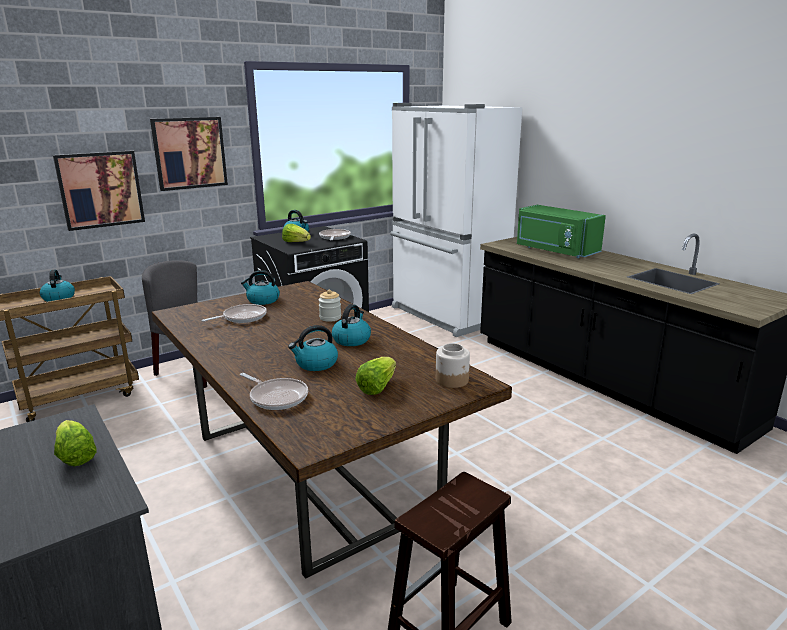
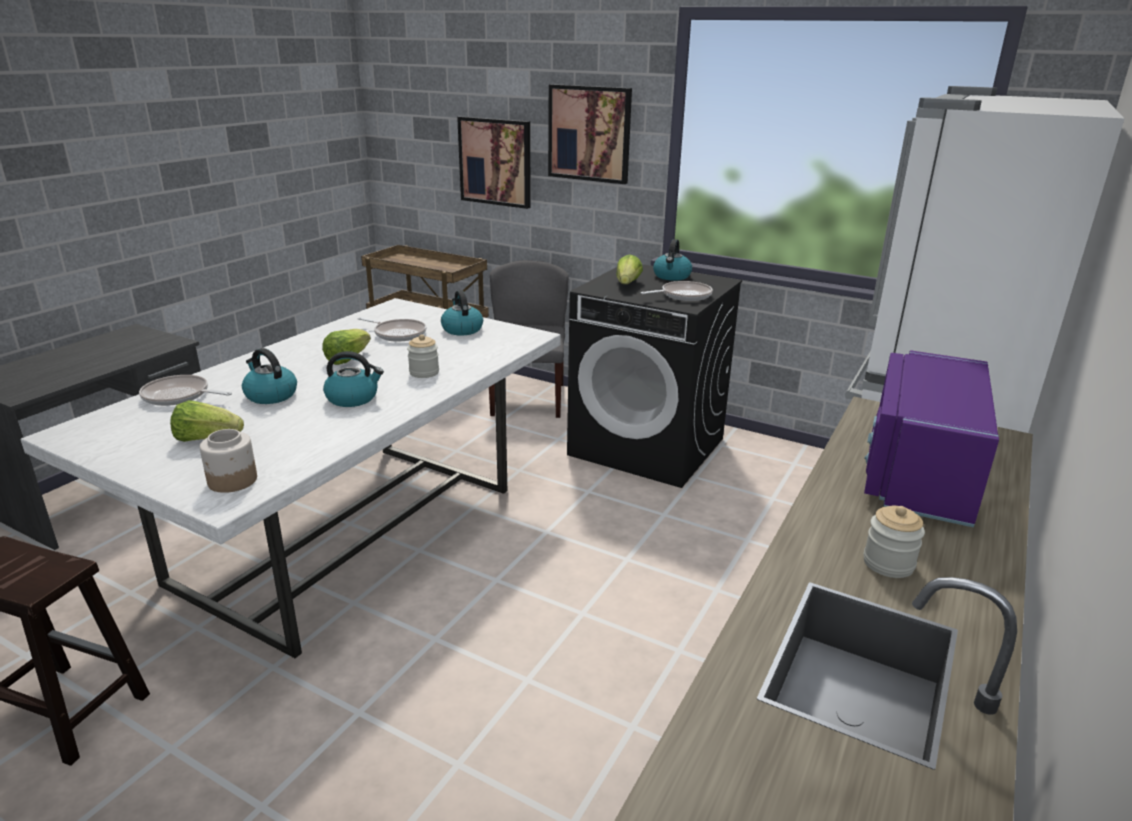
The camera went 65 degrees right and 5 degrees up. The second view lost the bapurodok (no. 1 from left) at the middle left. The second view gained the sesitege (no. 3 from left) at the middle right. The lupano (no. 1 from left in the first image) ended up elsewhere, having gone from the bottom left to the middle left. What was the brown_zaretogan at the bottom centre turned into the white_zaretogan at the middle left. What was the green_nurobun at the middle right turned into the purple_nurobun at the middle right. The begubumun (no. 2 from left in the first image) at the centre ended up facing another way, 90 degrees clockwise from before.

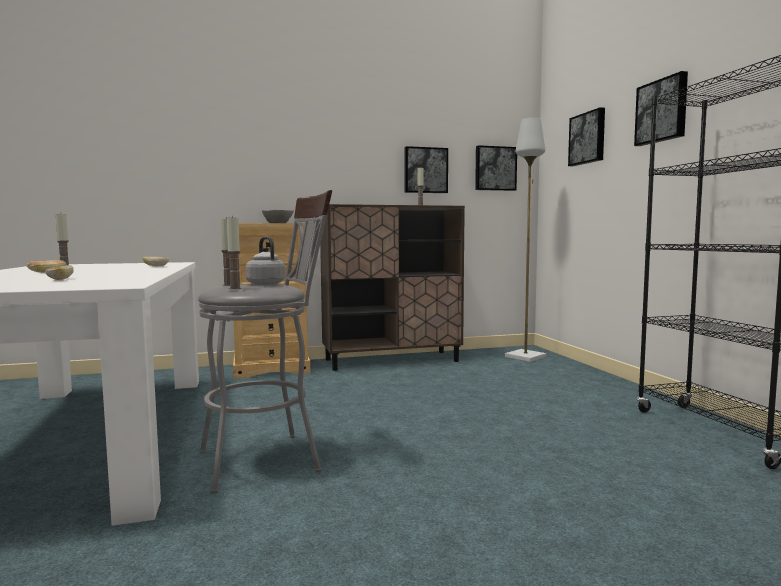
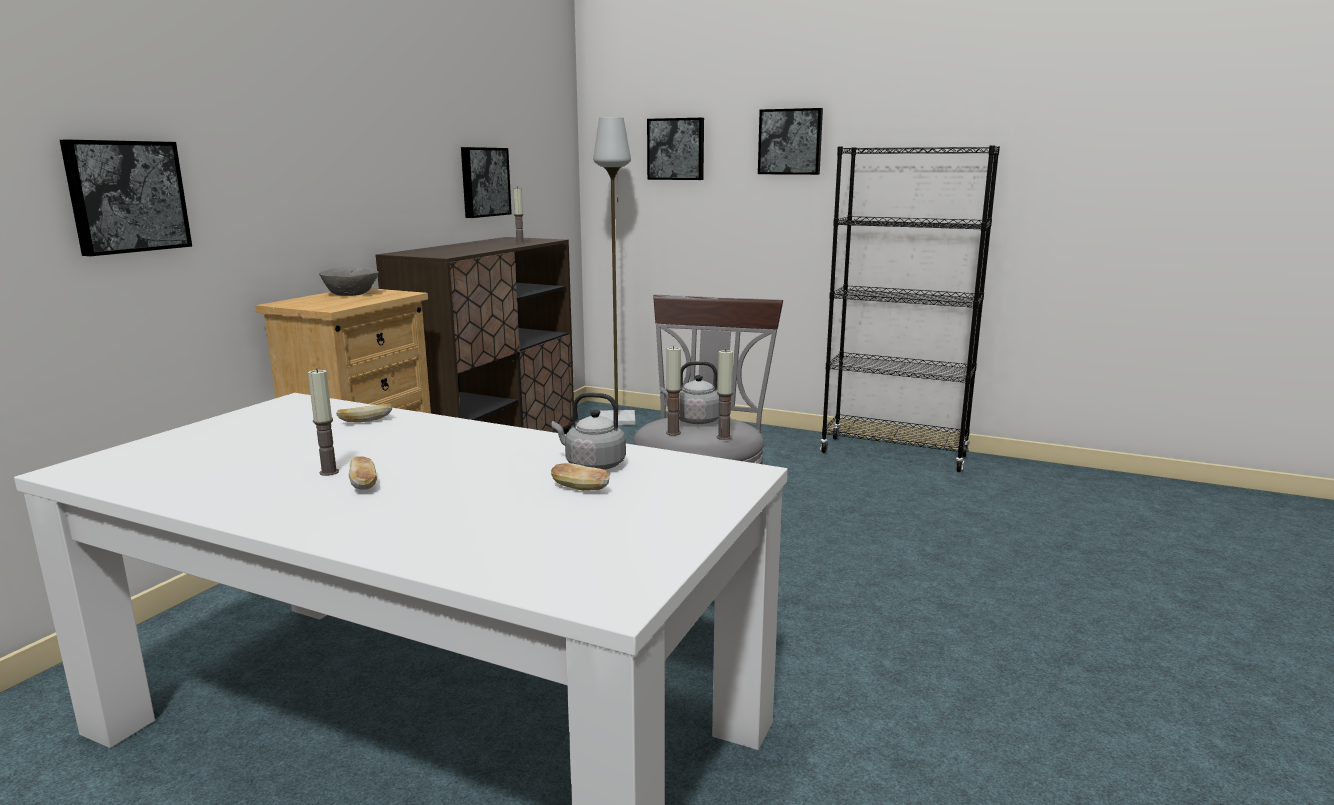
The camera went 50 degrees left and 10 degrees up. The second view gained the grey_bapurodok (no. 1 from left) at the centre. The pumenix (no. 2 from left in the first image) ended up elsewhere, having gone from the top centre to the top left.

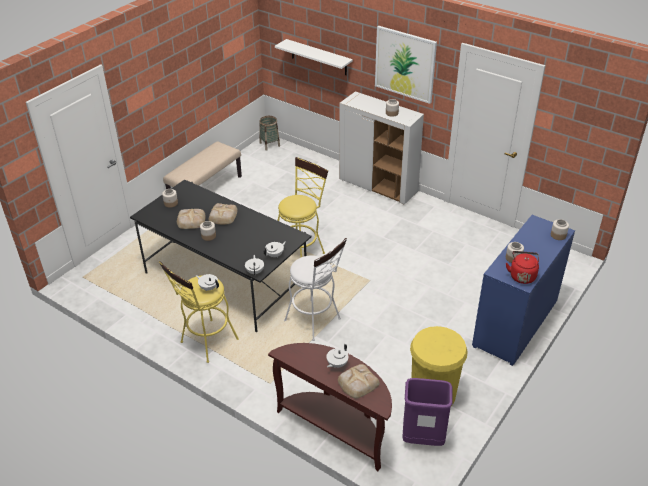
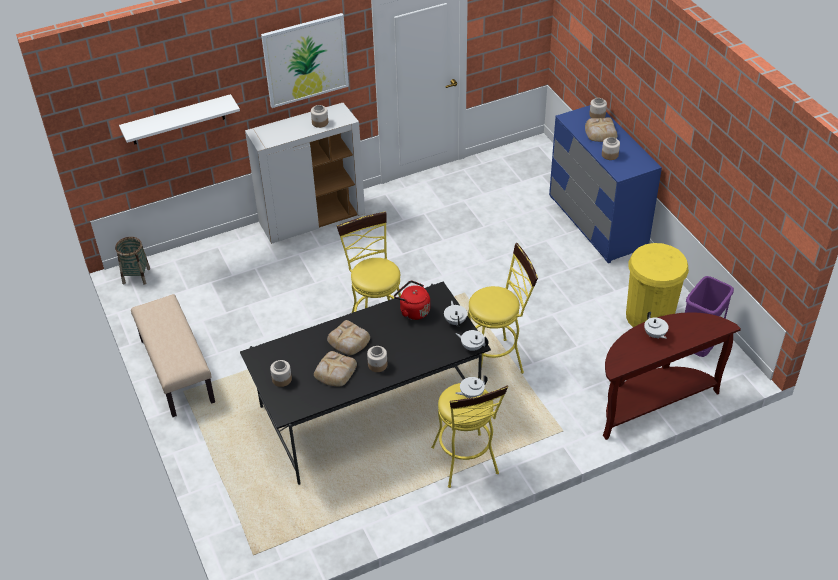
The camera went 60 degrees left and 5 degrees up. The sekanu (no. 3 from left) ended up elsewhere, having gone from the bottom centre to the top right. The red_bapurodok ended up elsewhere, having gone from the middle right to the centre. What was the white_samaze at the centre turned into the yellow_samaze (no. 3 from left) at the centre.

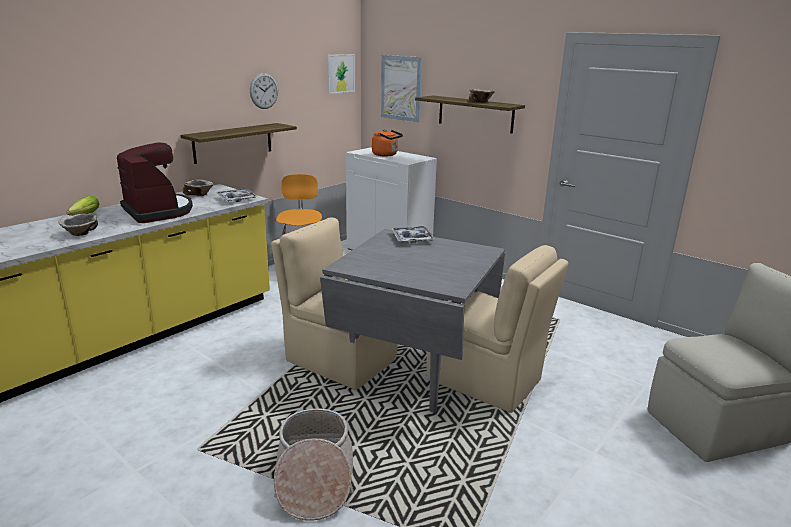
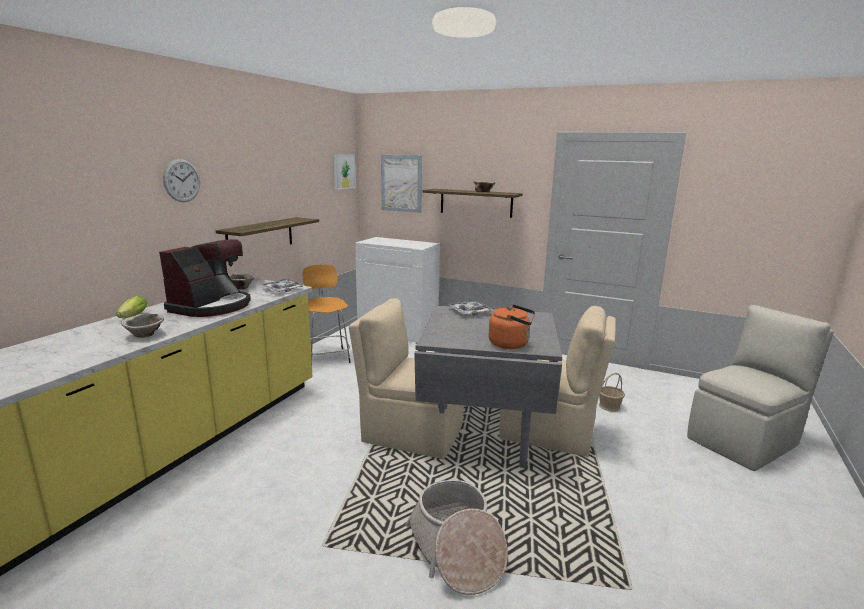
The camera went 15 degrees left and 5 degrees down. The second view gained the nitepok (no. 2 from left) at the middle right. The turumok ended up elsewhere, having gone from the top centre to the top left. The orange_bapurodok ended up elsewhere, having gone from the top centre to the centre. The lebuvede at the middle left ended up facing another way, 75 degrees clockwise from before.

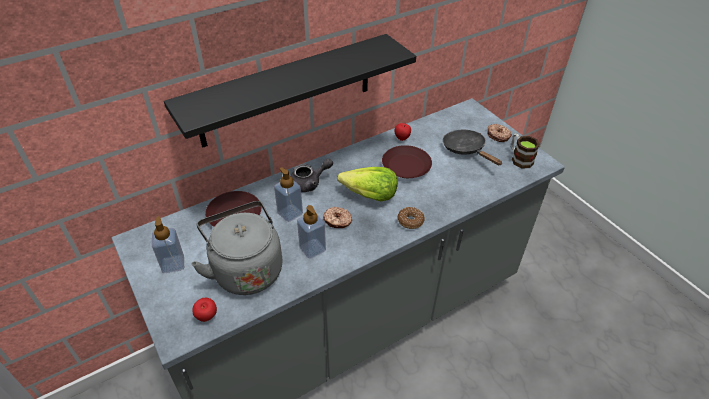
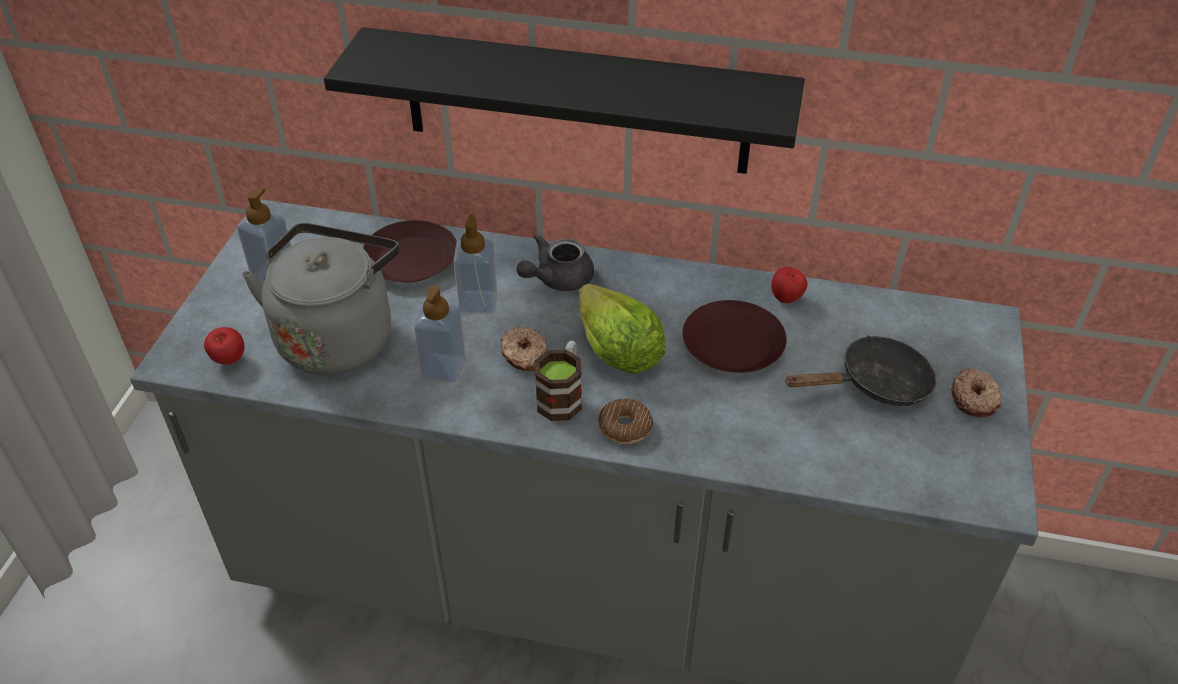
The camera went 45 degrees right and 0 degrees up. The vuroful ended up elsewhere, having gone from the middle right to the centre. The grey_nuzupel at the centre ended up facing another way, 120 degrees clockwise from before. The black_begubumun at the centre ended up facing another way, 60 degrees clockwise from before.

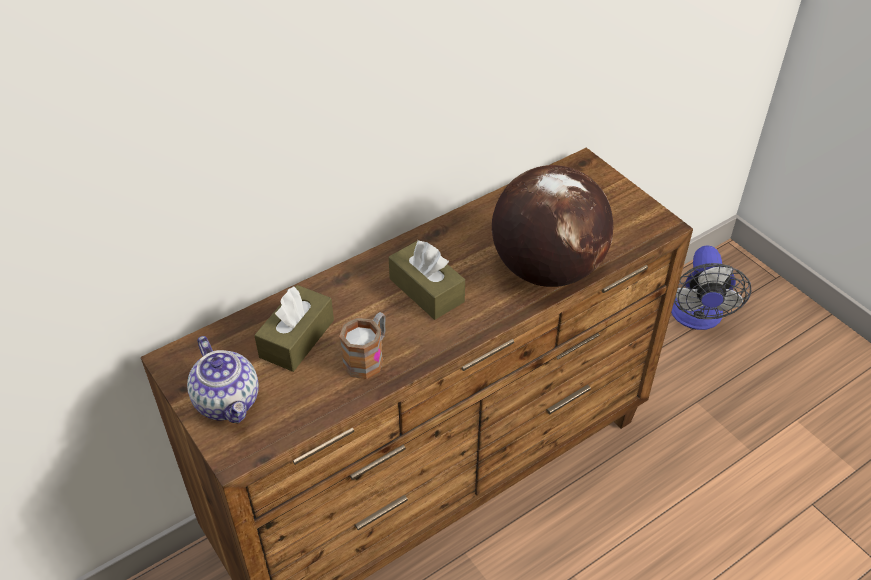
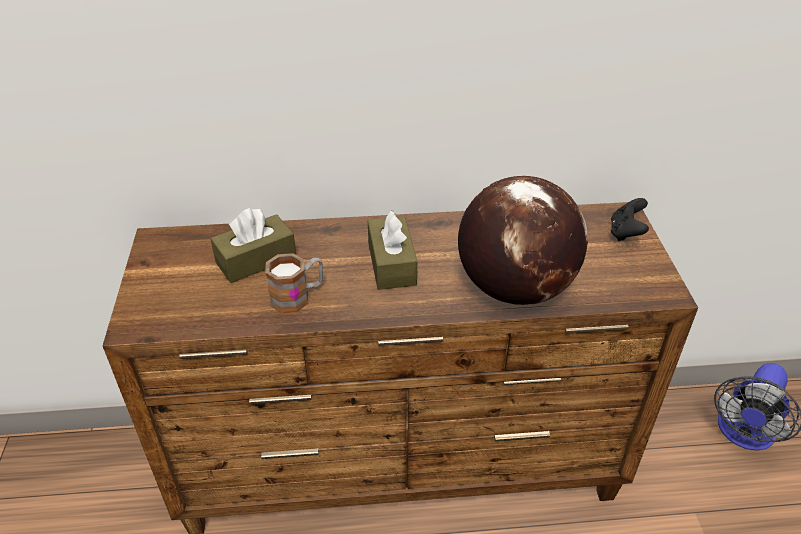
The camera went 30 degrees right and 5 degrees down. The second view lost the nuzupel at the middle left. The second view gained the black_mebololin at the middle right.

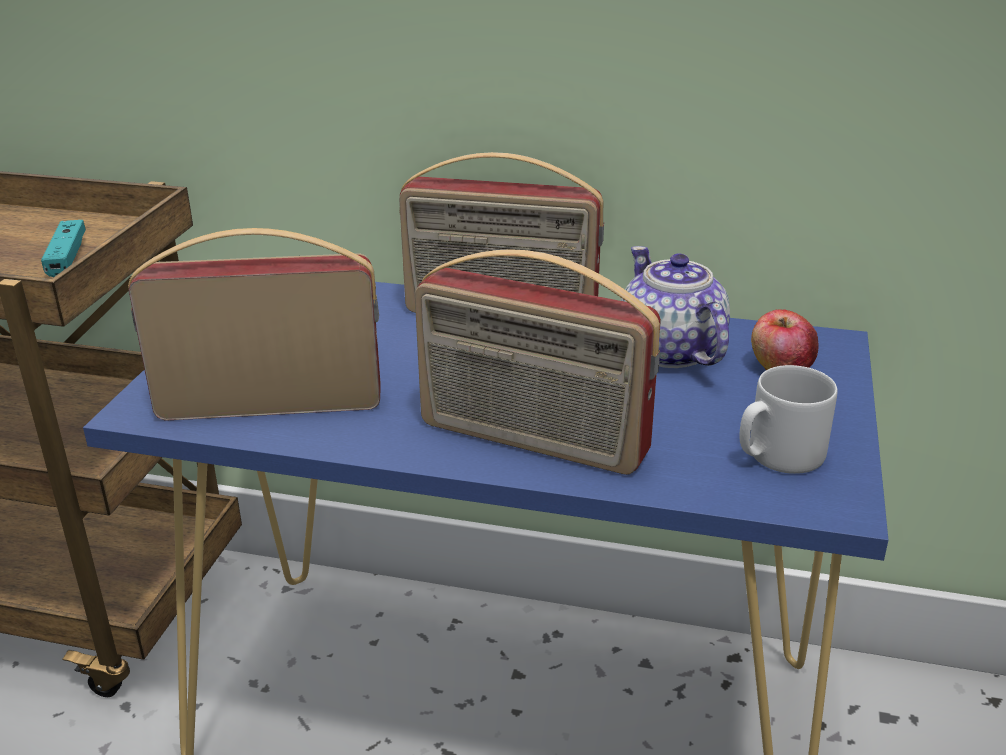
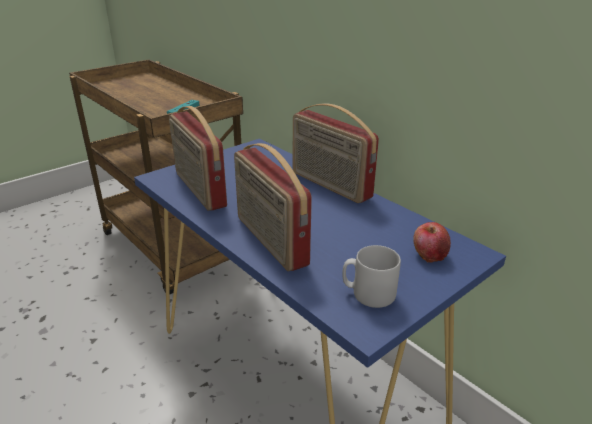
The camera went 35 degrees right and 0 degrees up. The second view lost the nuzupel at the middle right. The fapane (no. 1 from left) at the middle left ended up facing another way, 150 degrees counterclockwise from before.

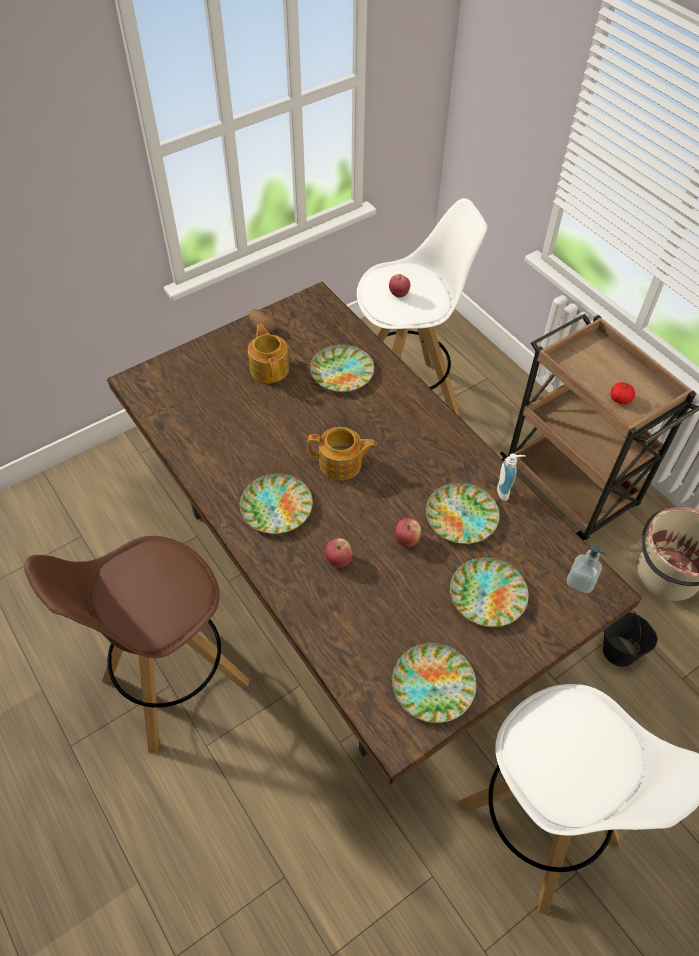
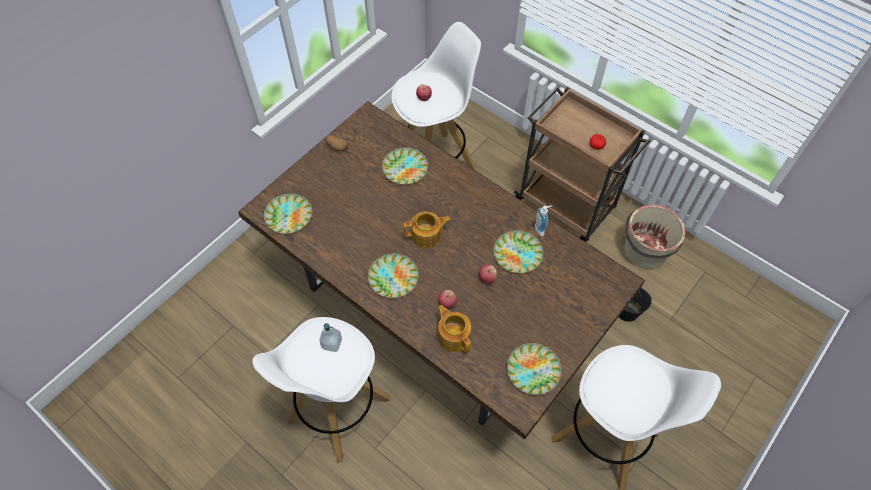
The camera went 15 degrees left and 5 degrees up. The nuzupel (no. 1 from left in the first image) ended up elsewhere, having gone from the centre to the bottom centre. The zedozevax (no. 5 from left in the first image) ended up elsewhere, having gone from the middle right to the middle left. The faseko (no. 2 from left in the first image) ended up elsewhere, having gone from the middle right to the bottom centre. What was the brown_samaze at the bottom left turned into the white_samaze (no. 1 from left) at the bottom centre.

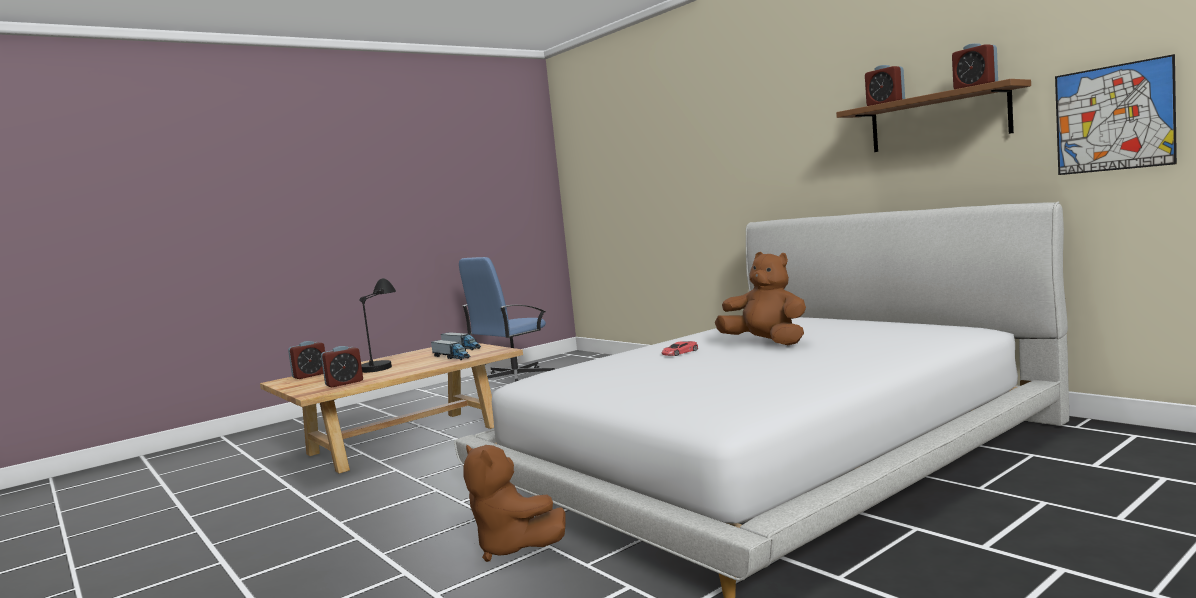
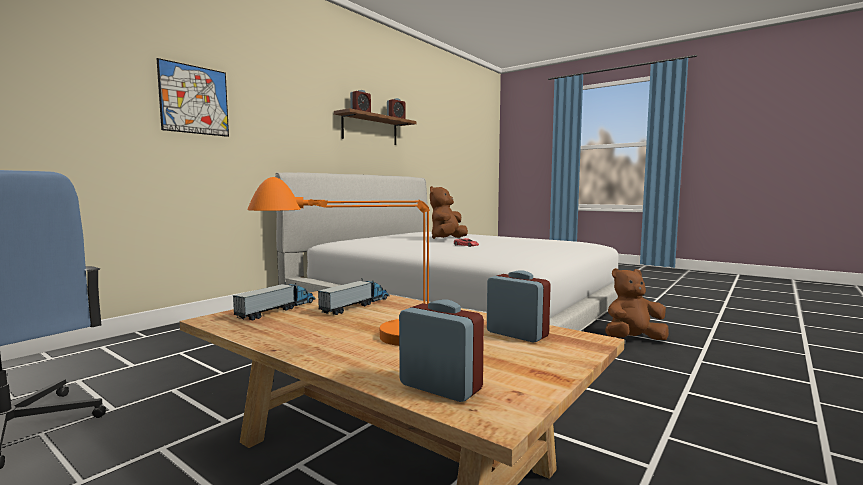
The camera went 105 degrees left and 0 degrees up. The pumenix ended up elsewhere, having gone from the top right to the top left. What was the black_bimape at the middle left turned into the orange_bimape at the centre. The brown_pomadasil (no. 1 from left in the first image) at the bottom centre ended up facing another way, 135 degrees counterclockwise from before.

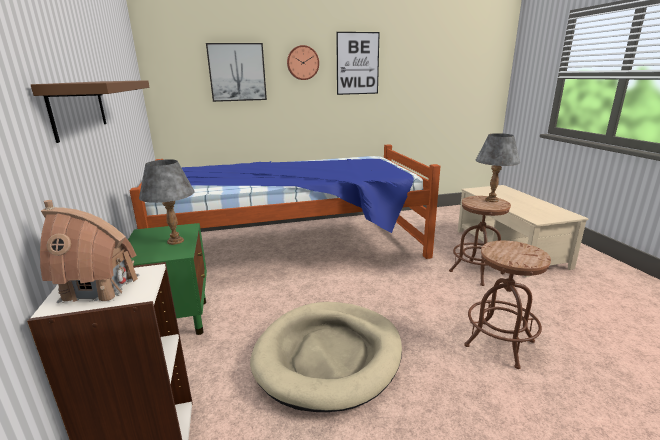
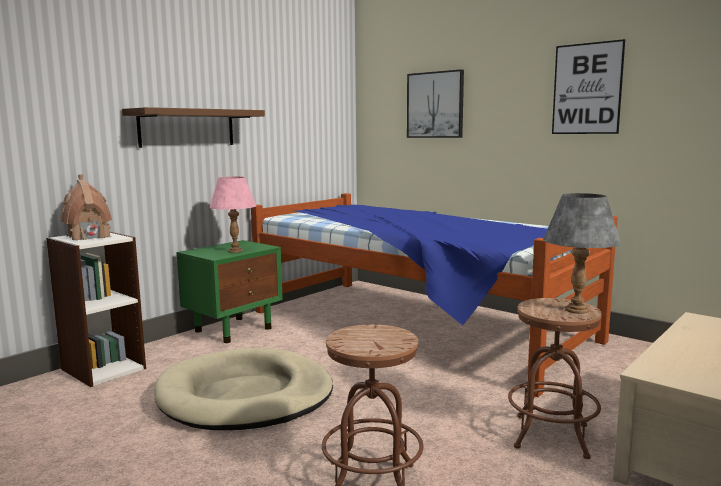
The camera went 55 degrees right and 10 degrees down. The second view lost the turumok at the top centre. What was the grey_bimape (no. 1 from left) at the middle left turned into the pink_bimape at the middle left.

